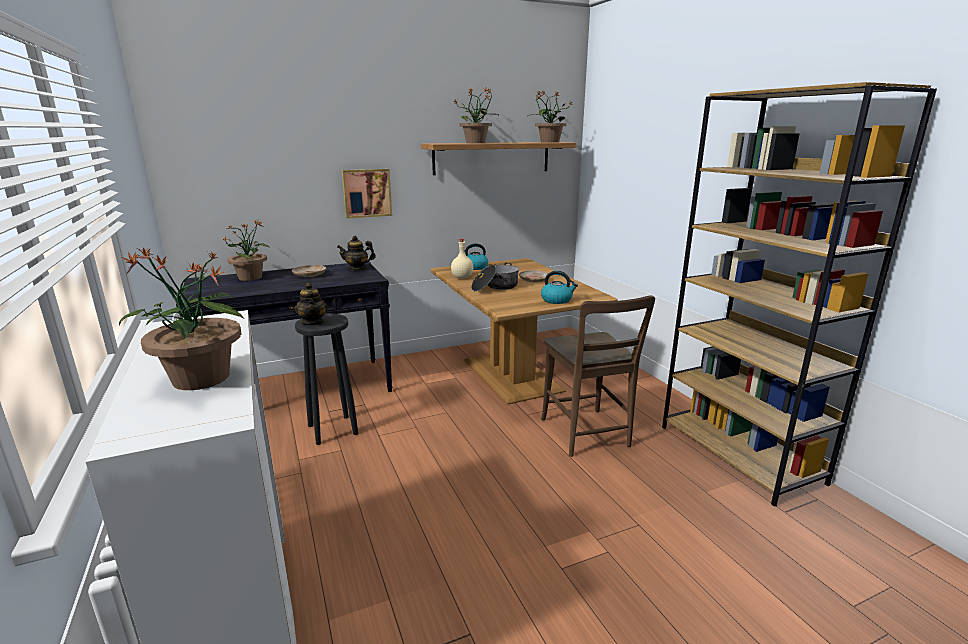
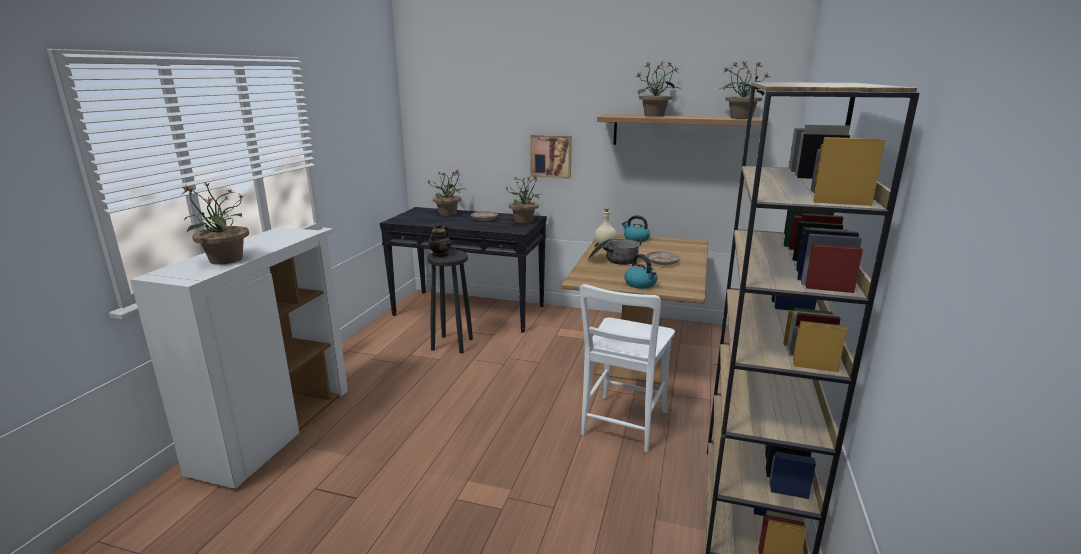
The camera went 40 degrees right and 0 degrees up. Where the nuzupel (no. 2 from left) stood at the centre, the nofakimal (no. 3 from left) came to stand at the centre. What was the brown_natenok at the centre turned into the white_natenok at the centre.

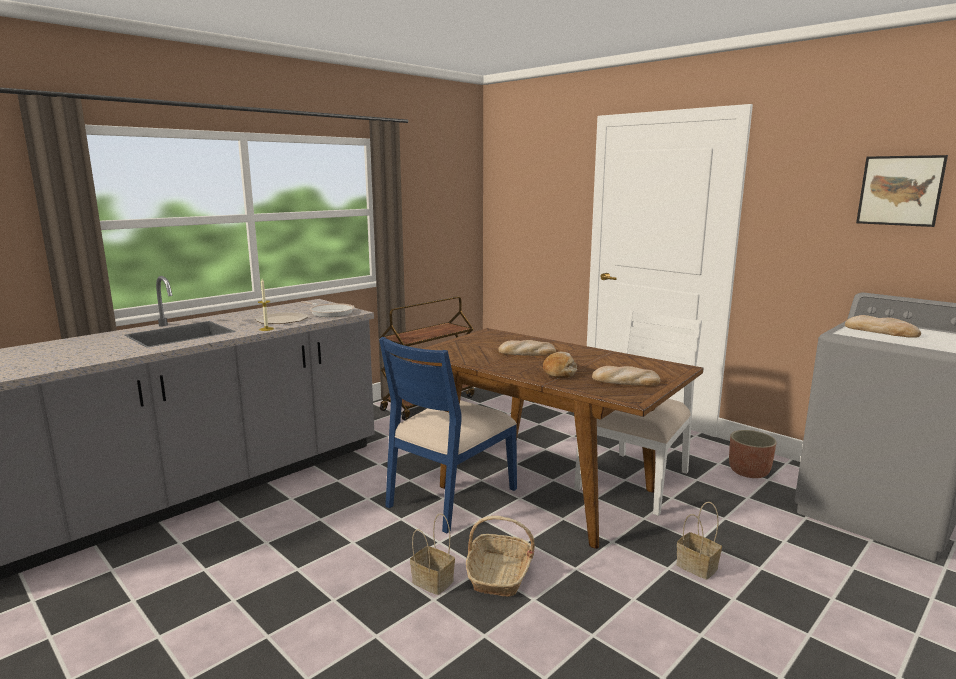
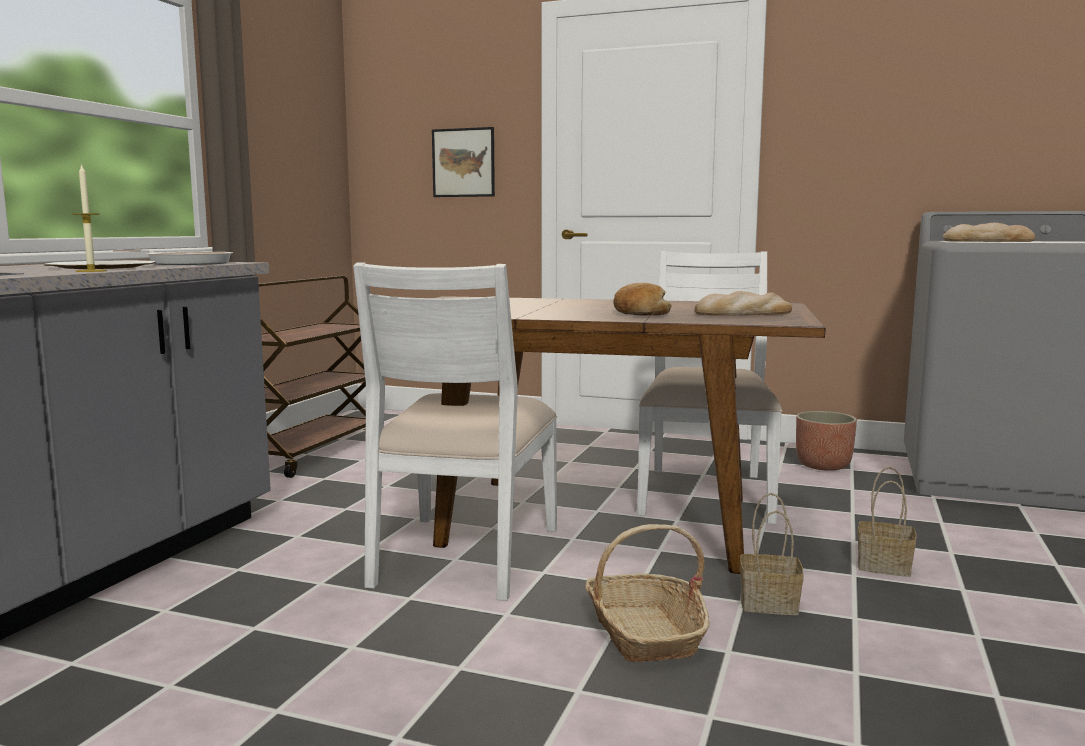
The camera went 25 degrees left and 5 degrees down. The second view lost the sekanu (no. 1 from left) at the centre. The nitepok (no. 1 from left in the first image) ended up elsewhere, having gone from the bottom centre to the bottom right. The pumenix ended up elsewhere, having gone from the top right to the top centre. What was the blue_natenok at the centre turned into the white_natenok (no. 1 from left) at the centre.

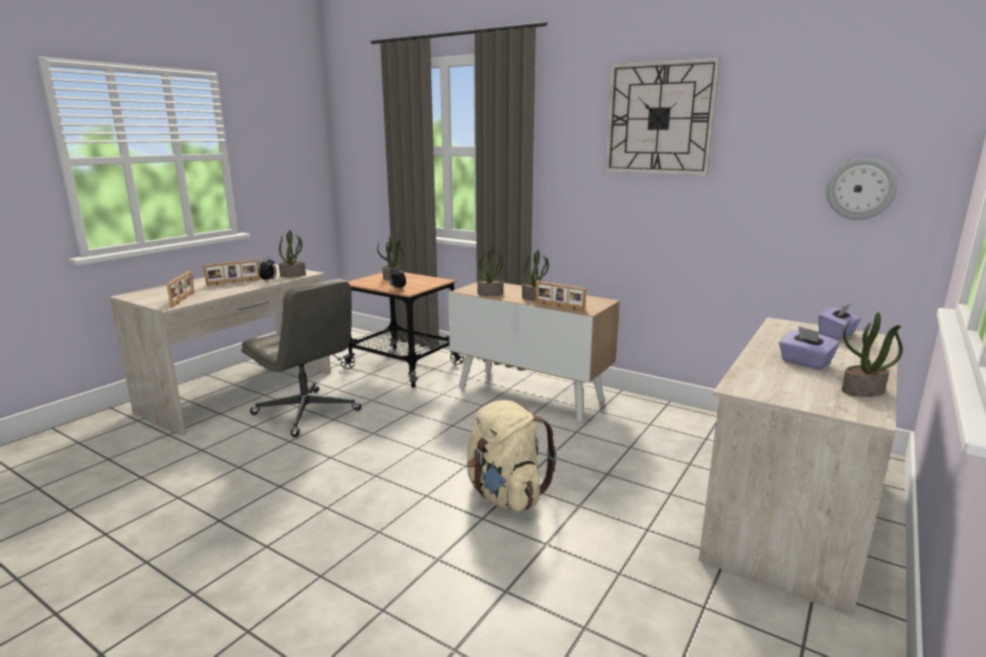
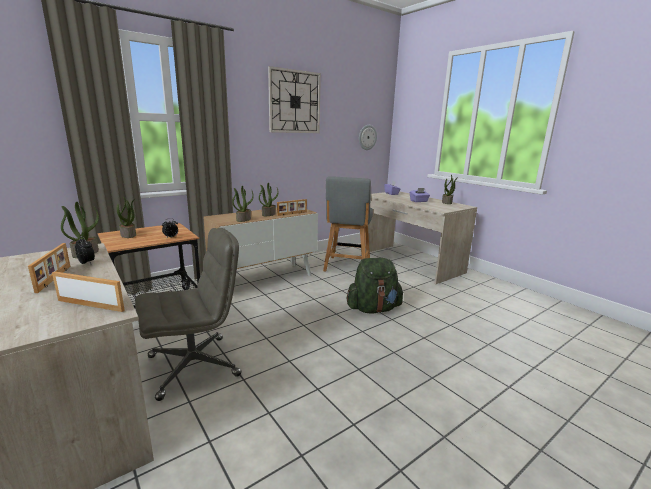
The camera went 70 degrees left and 0 degrees up. The second view gained the grey_natenok at the centre. What was the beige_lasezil at the bottom centre turned into the green_lasezil at the centre.

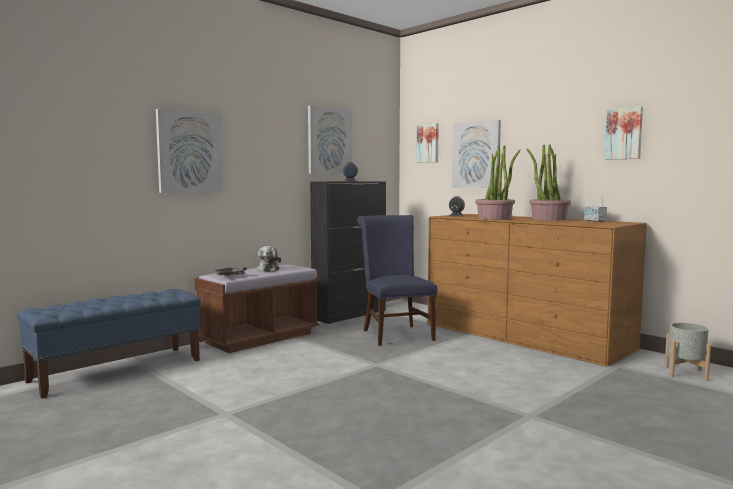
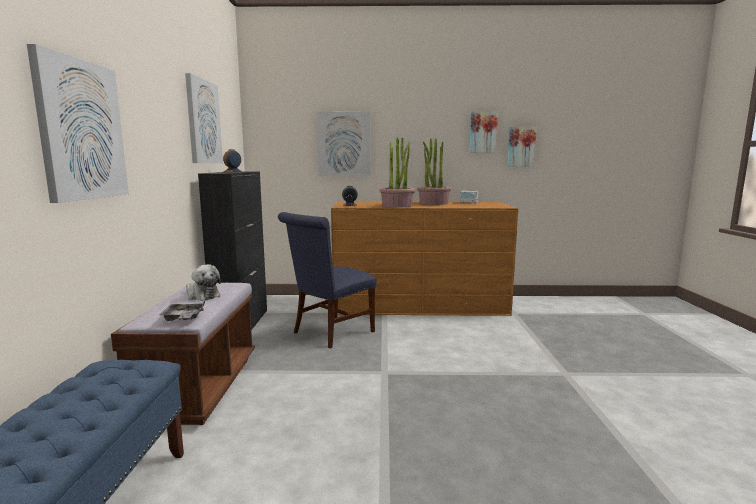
The camera went 45 degrees left and 5 degrees up. The second view lost the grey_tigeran at the bottom right. The pumenix (no. 3 from left in the first image) ended up elsewhere, having gone from the top centre to the top right. The blue_natenok at the centre ended up facing another way, 75 degrees counterclockwise from before.

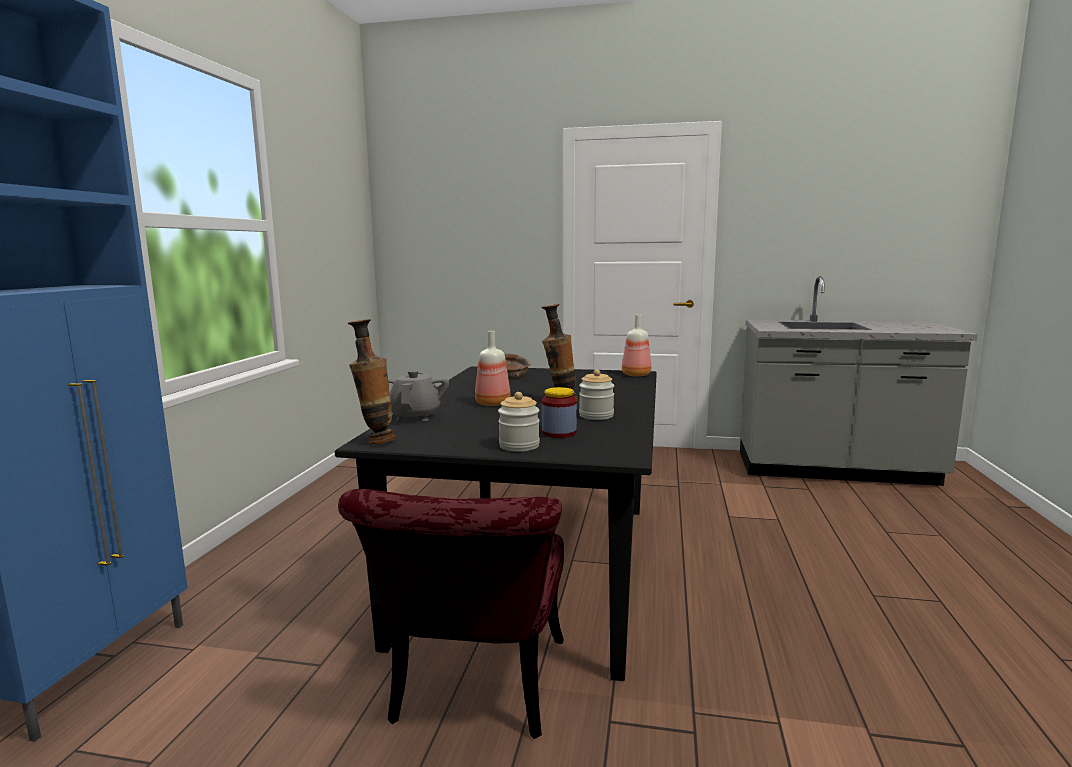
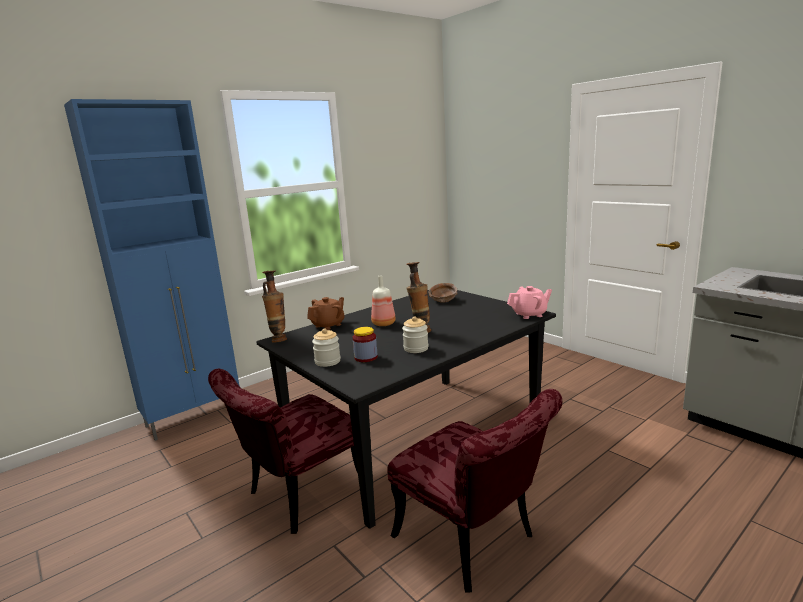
The camera went 40 degrees right and 5 degrees up. The second view gained the red_natenok (no. 2 from left) at the bottom centre. Where the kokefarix (no. 2 from left) stood at the centre, the pink_nuzupel came to stand at the centre. What was the grey_nuzupel at the centre turned into the brown_nuzupel at the centre.

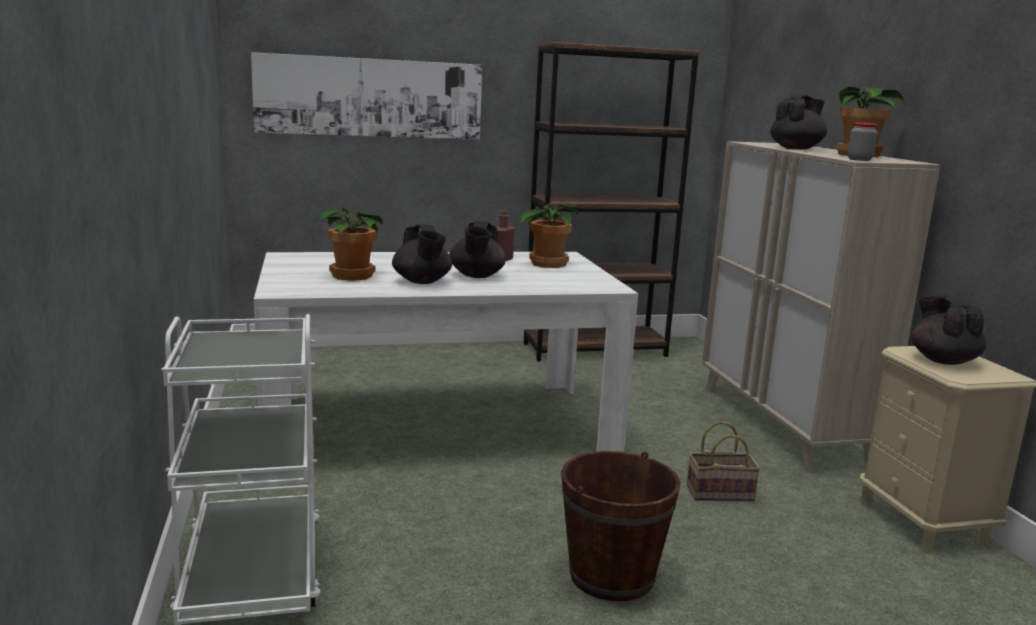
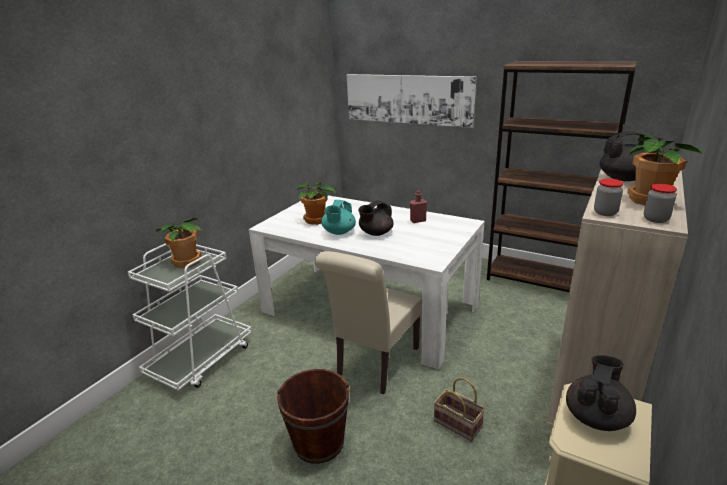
The camera went 45 degrees right and 10 degrees up. The second view gained the beige_natenok at the centre. The second view gained the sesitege (no. 2 from left) at the middle right. The nofakimal (no. 2 from left in the first image) ended up elsewhere, having gone from the centre to the middle left. What was the black_nuzupel (no. 1 from left) at the centre turned into the turquoise_nuzupel at the centre.

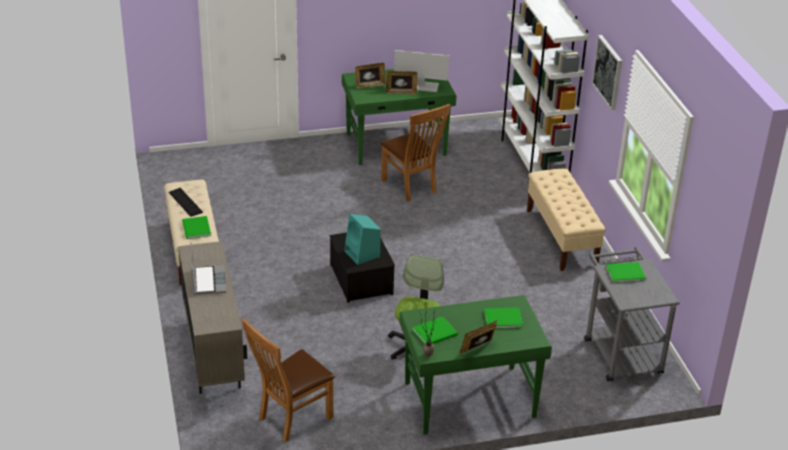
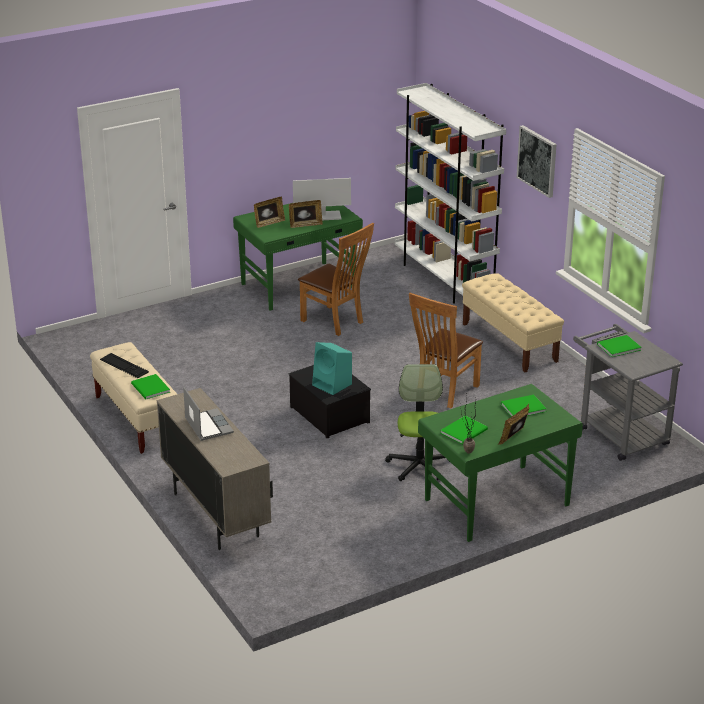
The camera went 15 degrees left and 5 degrees down. The brown_natenok (no. 1 from left in the first image) ended up elsewhere, having gone from the bottom centre to the centre.

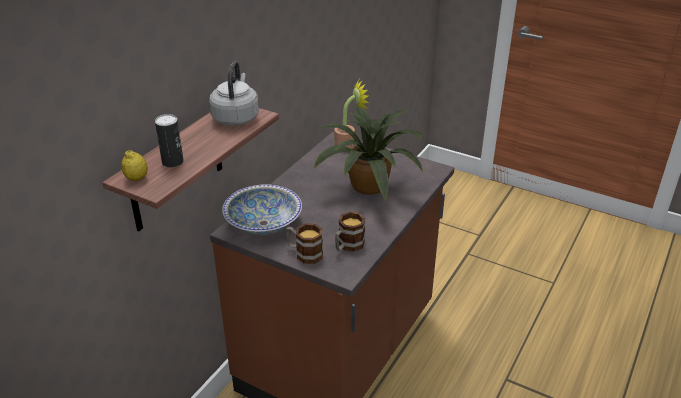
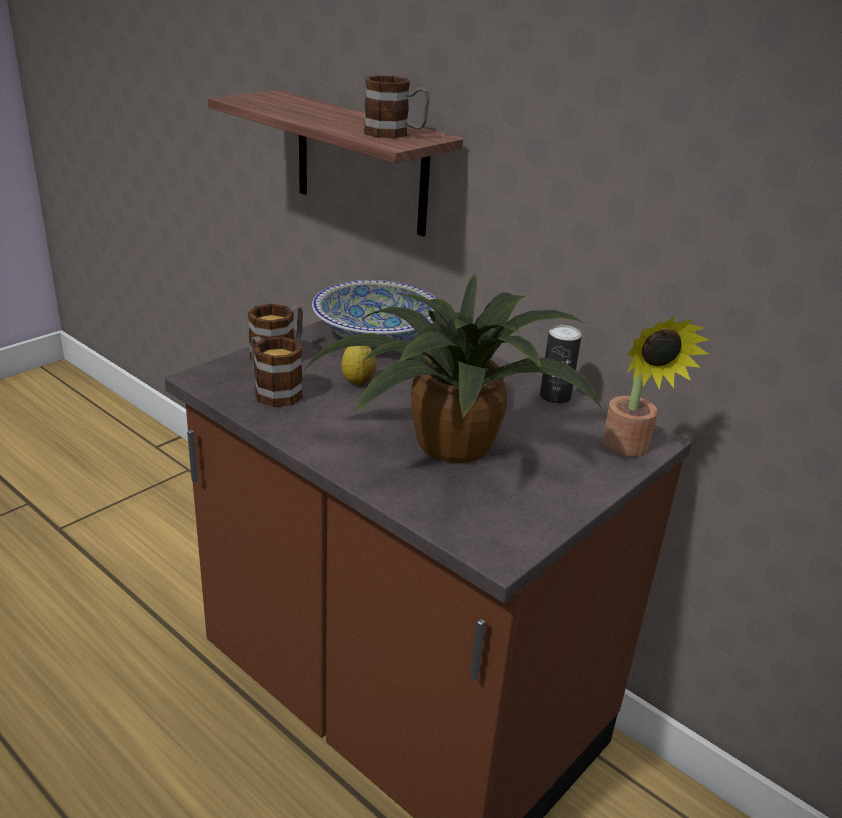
The camera went 100 degrees right and 5 degrees down. The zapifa ended up elsewhere, having gone from the middle left to the centre. The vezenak ended up elsewhere, having gone from the middle left to the centre. Where the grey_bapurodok stood at the top centre, the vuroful (no. 3 from left) came to stand at the top centre.

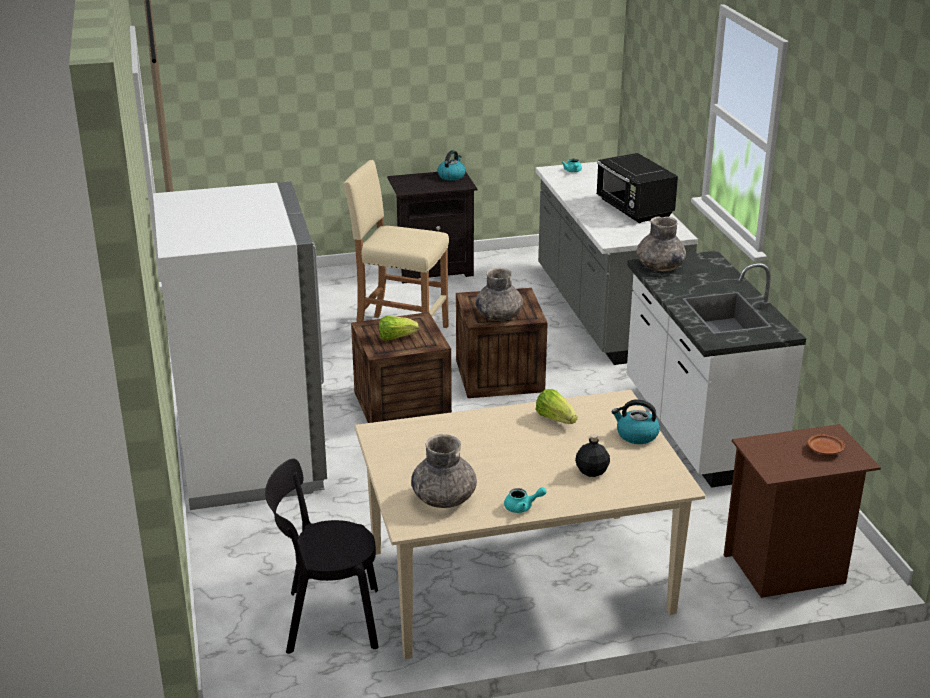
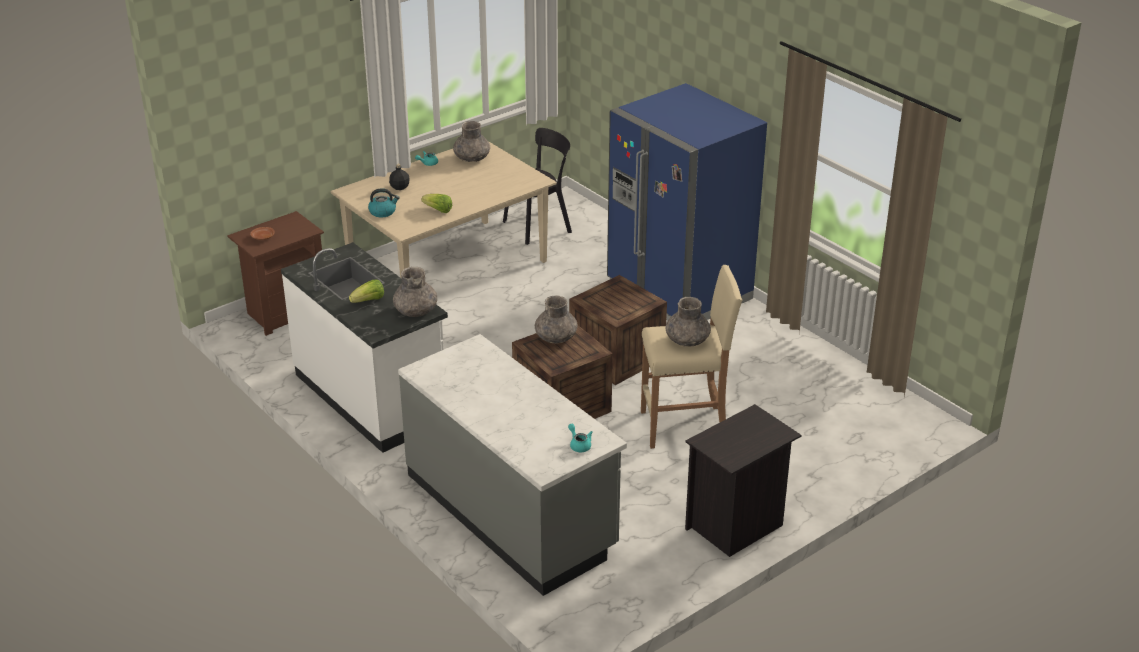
The camera went 155 degrees right and 5 degrees up. The second view lost the bapurodok (no. 1 from left) at the top centre. The second view lost the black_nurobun at the top right. The second view gained the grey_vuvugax (no. 4 from left) at the centre. The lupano (no. 1 from left) ended up elsewhere, having gone from the centre to the middle left. What was the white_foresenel at the middle left turned into the blue_foresenel at the top centre.

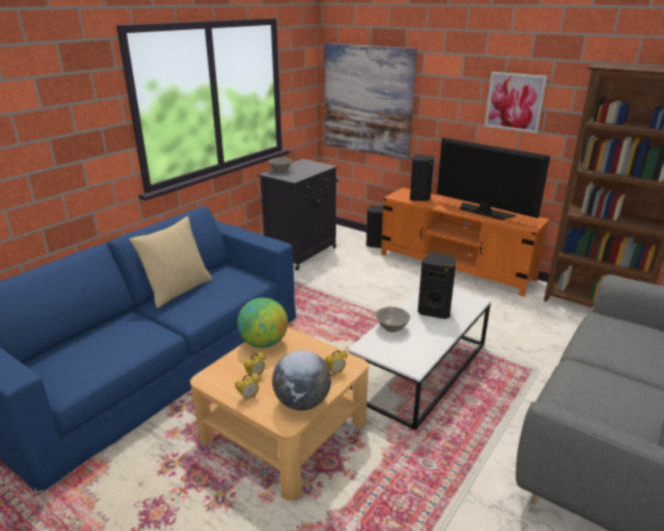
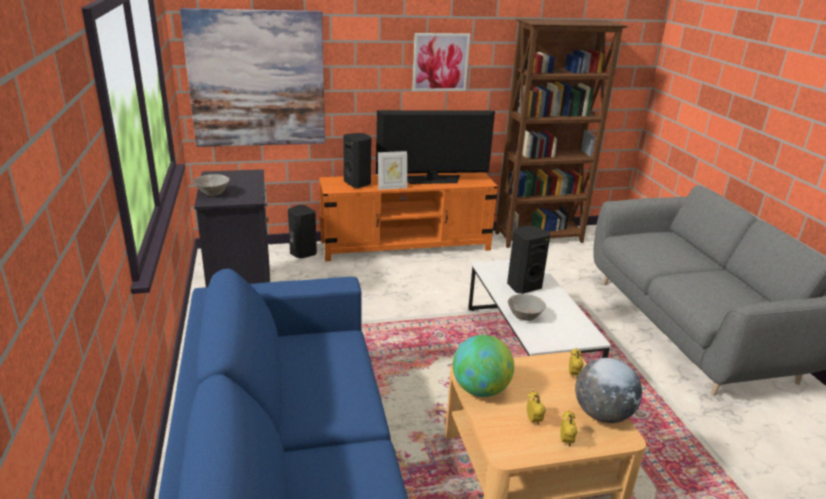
The camera went 50 degrees left and 0 degrees up. The second view lost the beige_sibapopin at the middle left. The second view gained the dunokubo at the centre.

